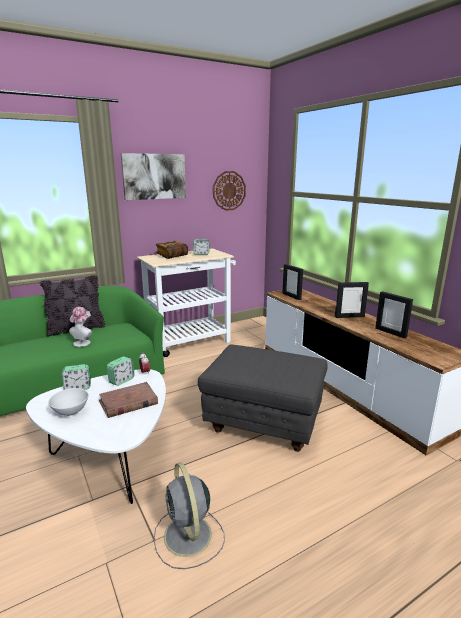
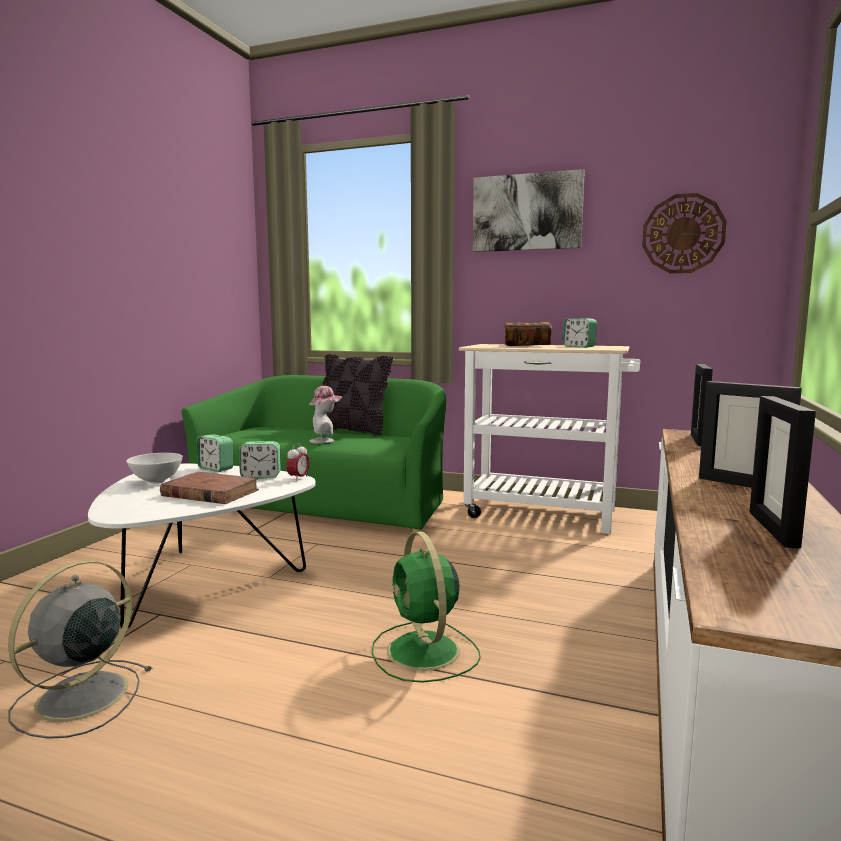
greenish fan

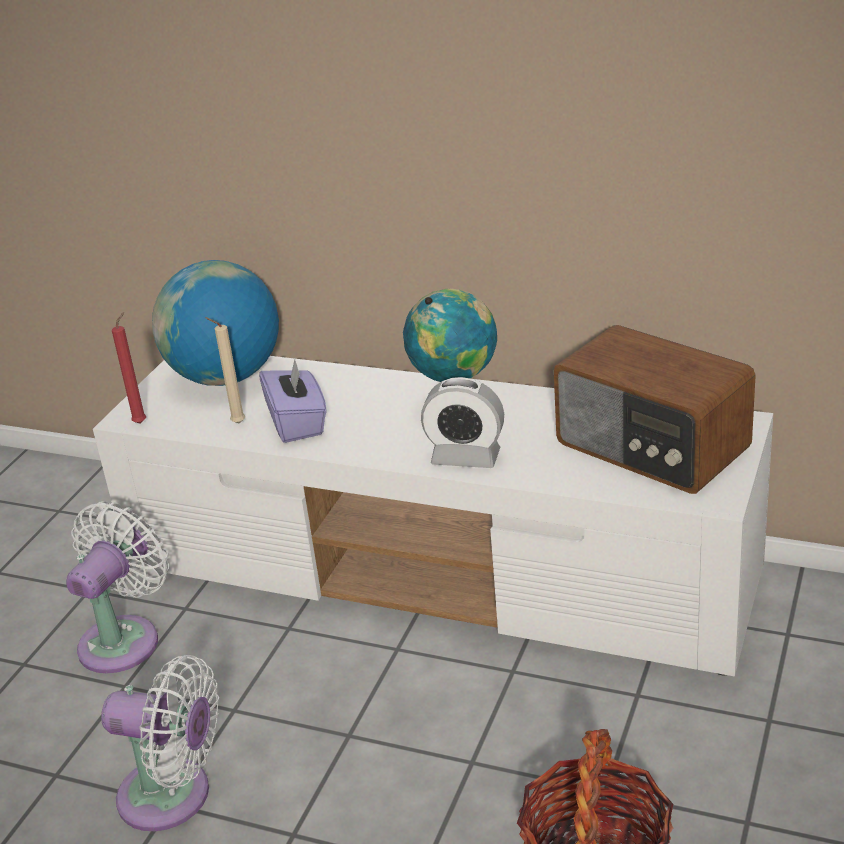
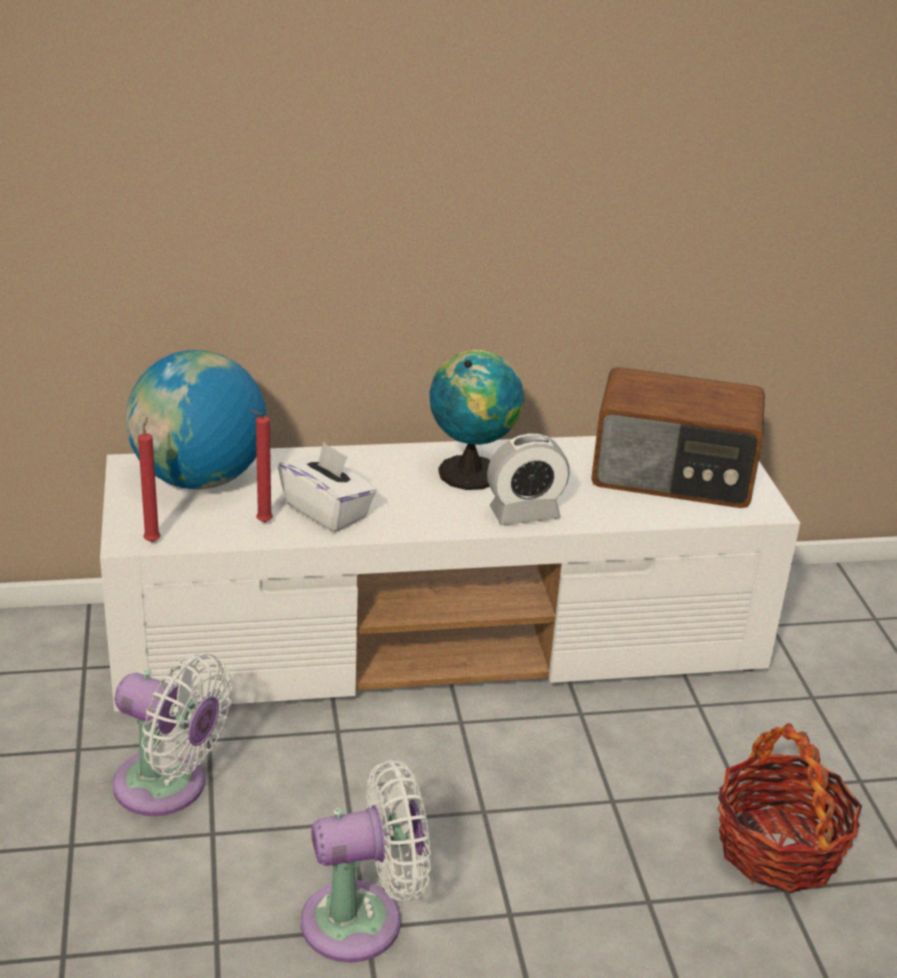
reddish wax candle (2nd from left)
whitish tissue holder
whitish fan (1st from left)

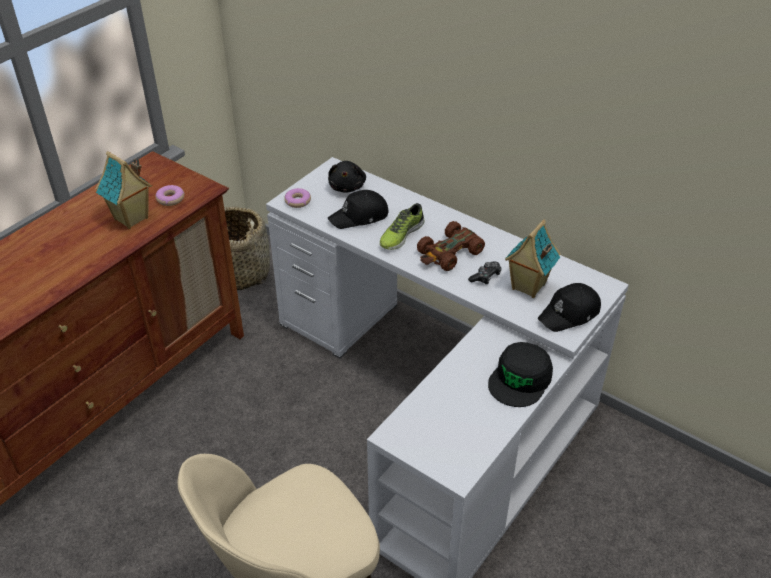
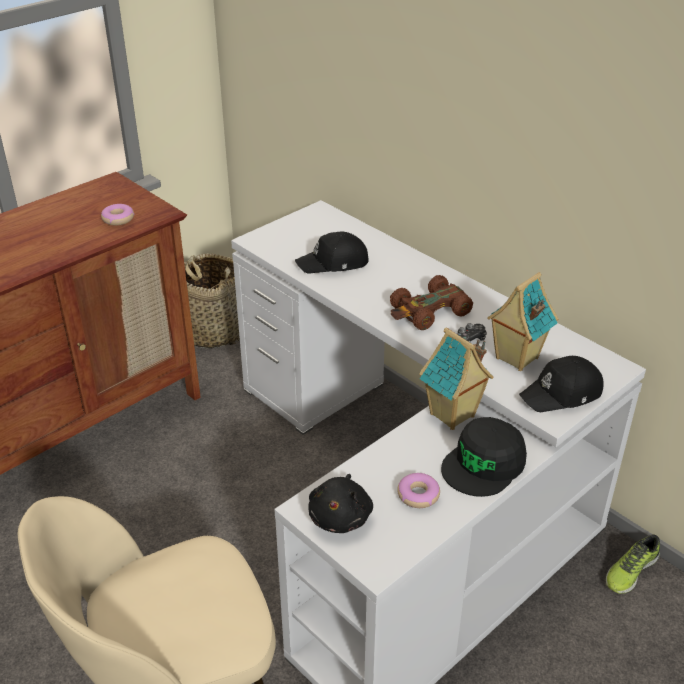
model house (1st from left)
ring doughnut (2nd from left)
blackish soft toy
shoe

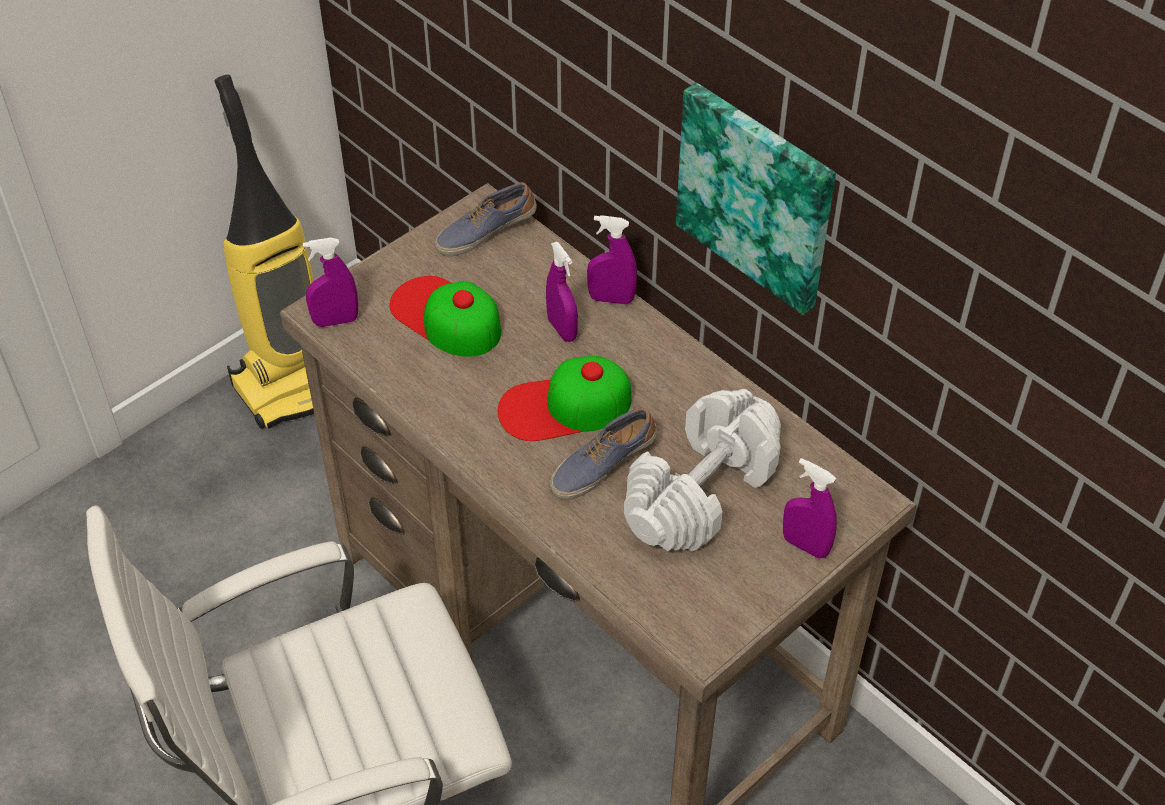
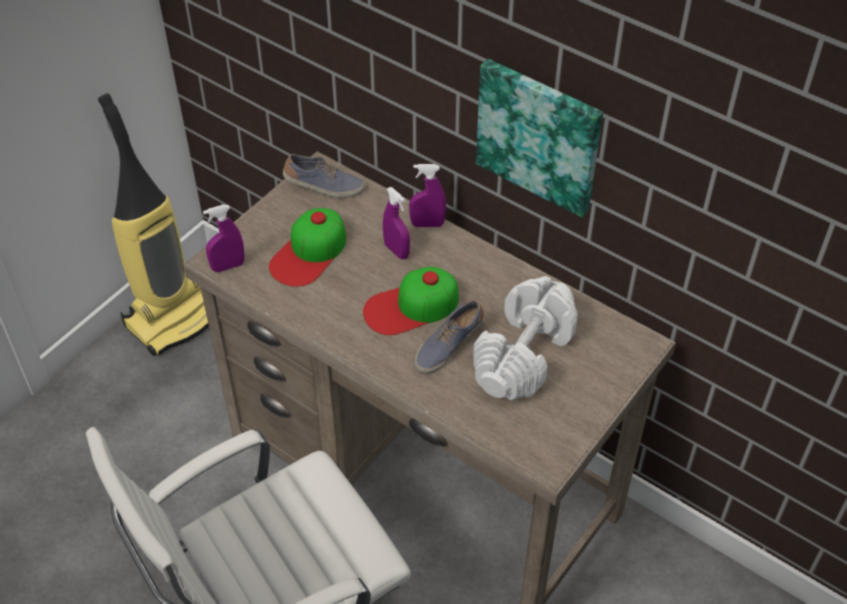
purple spray bottle (4th from left in the first image)
peaked cap (1st from left)
shoe (1st from left)

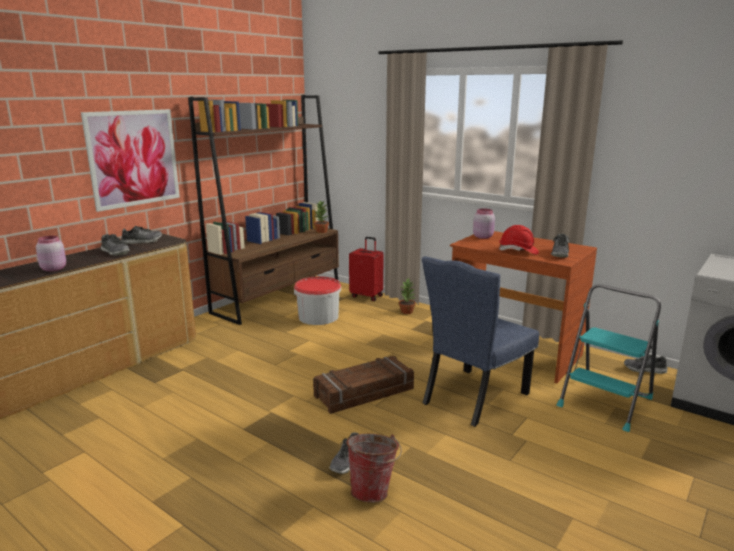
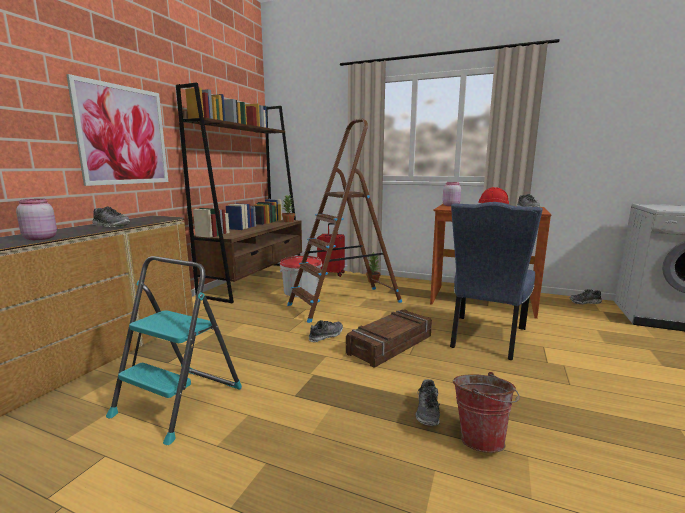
brown-coloured step ladder
shoe (2nd from left)
turquoise-coloured step ladder

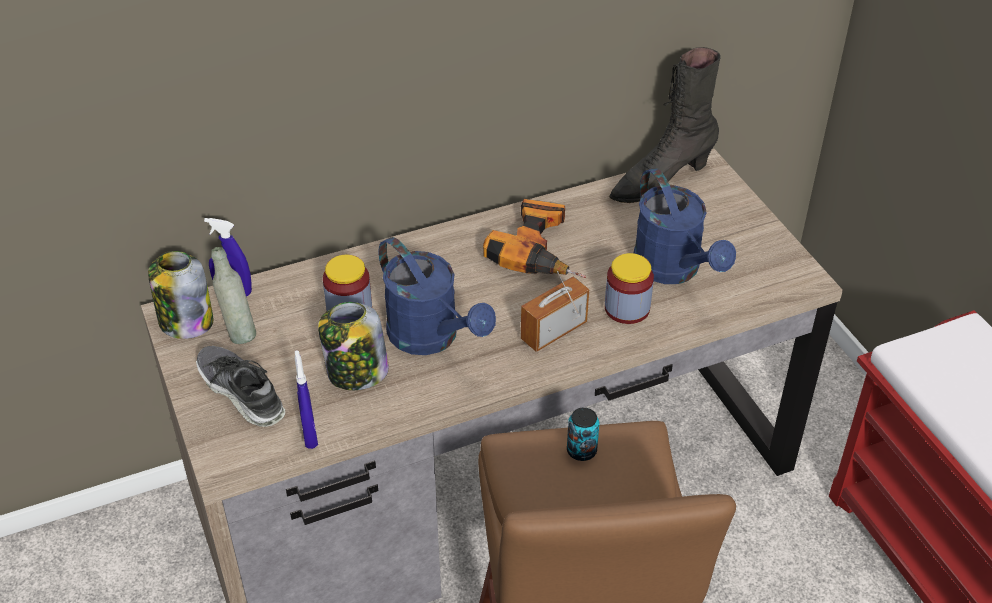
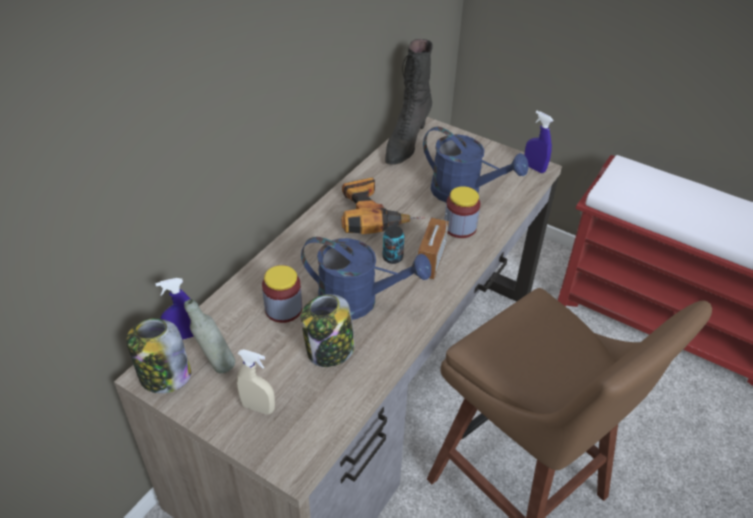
bluish spray bottle (2nd from left)
metal can
beige spray bottle

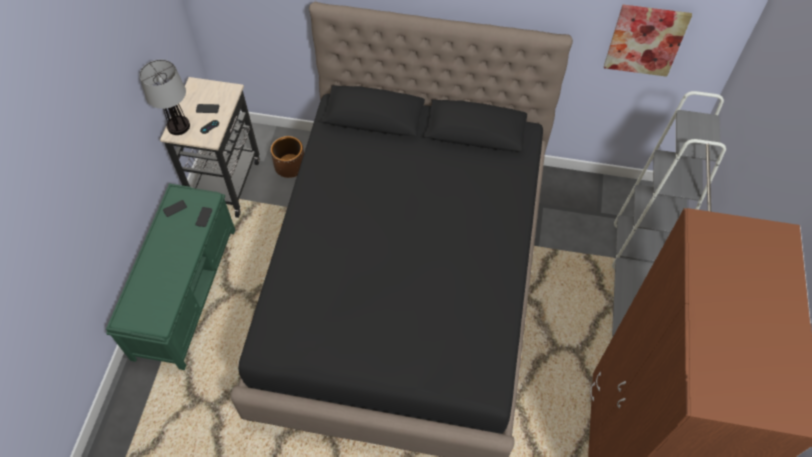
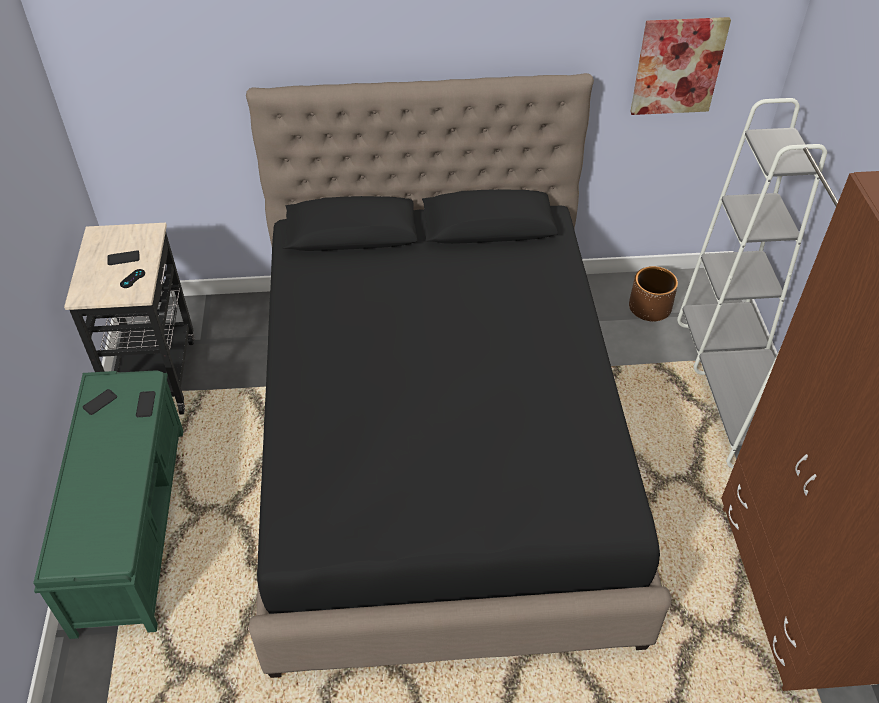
lamp for a table
brown-coloured plant pot

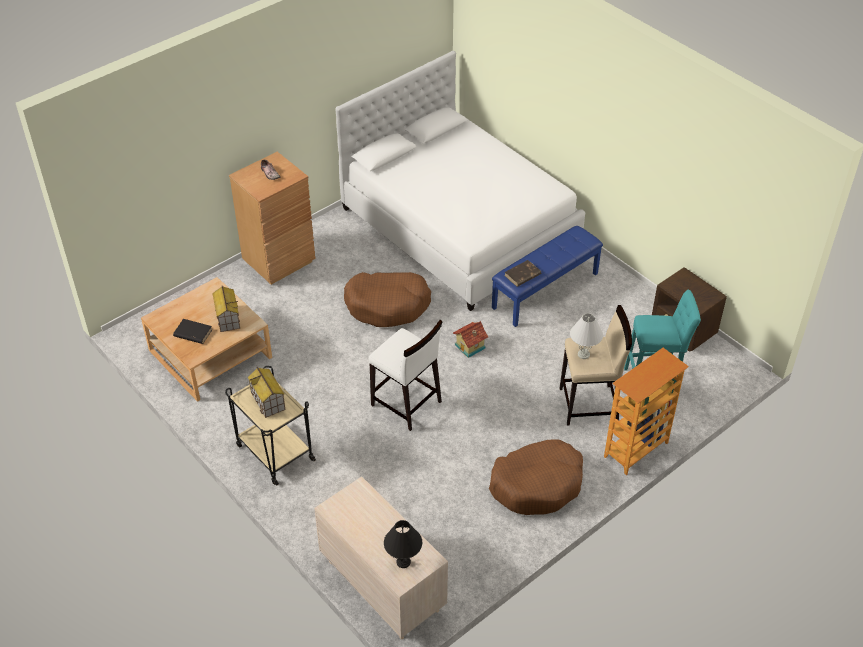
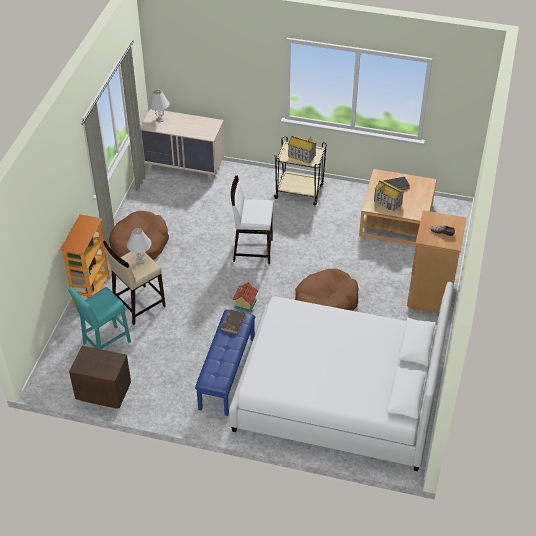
whitish lamp for a table (2nd from left)

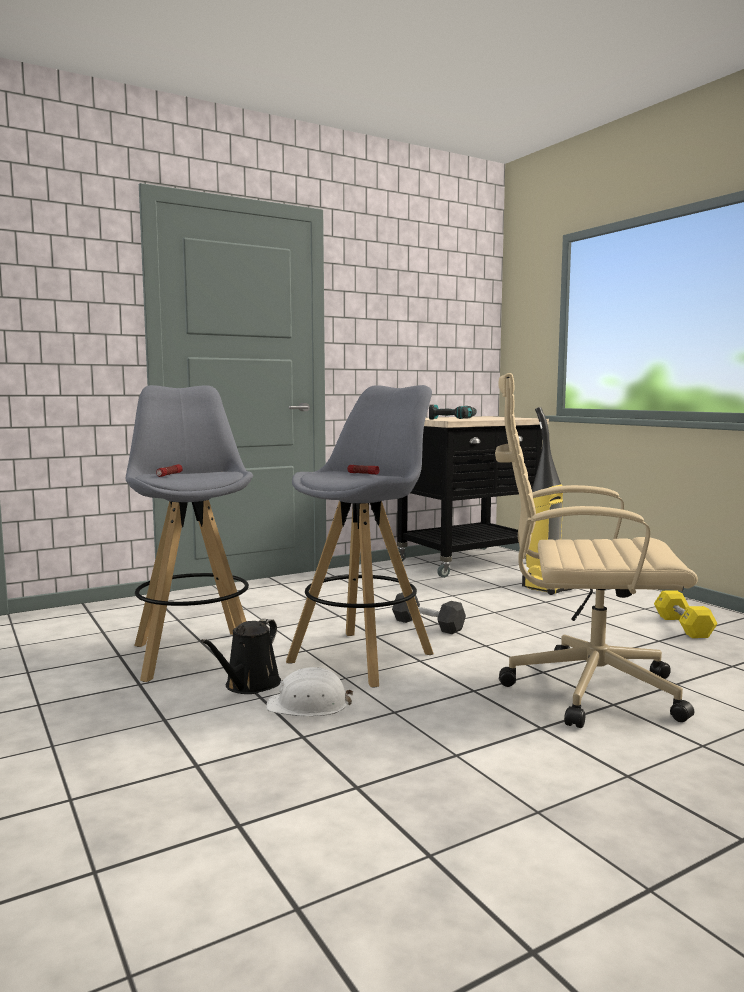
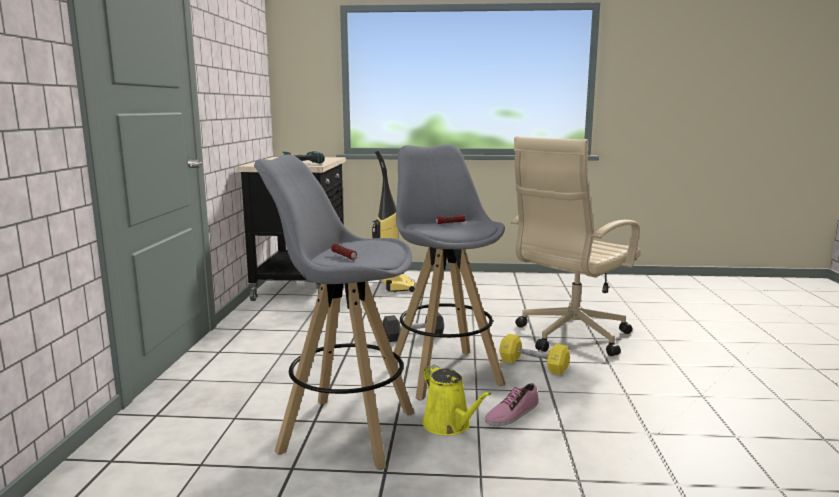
yellow dumbbell
shoe
yellow sprinkling can

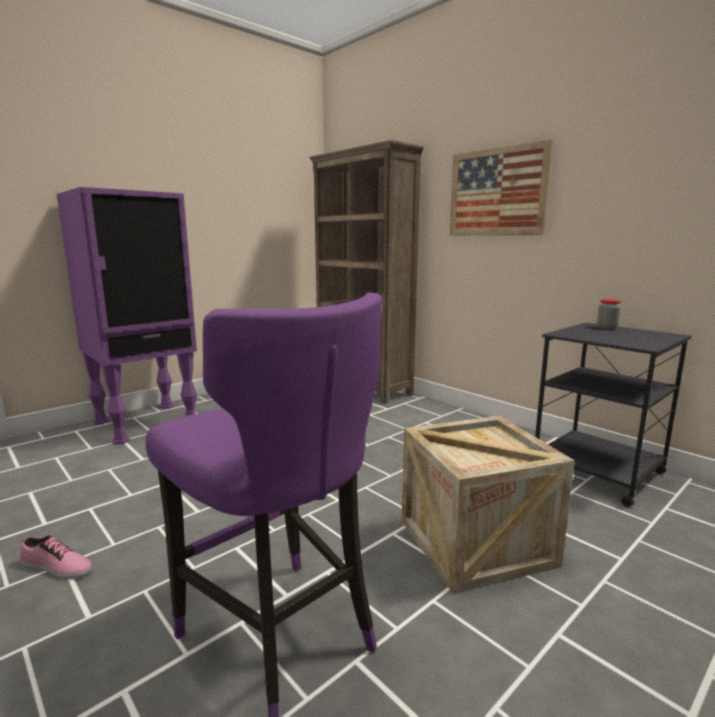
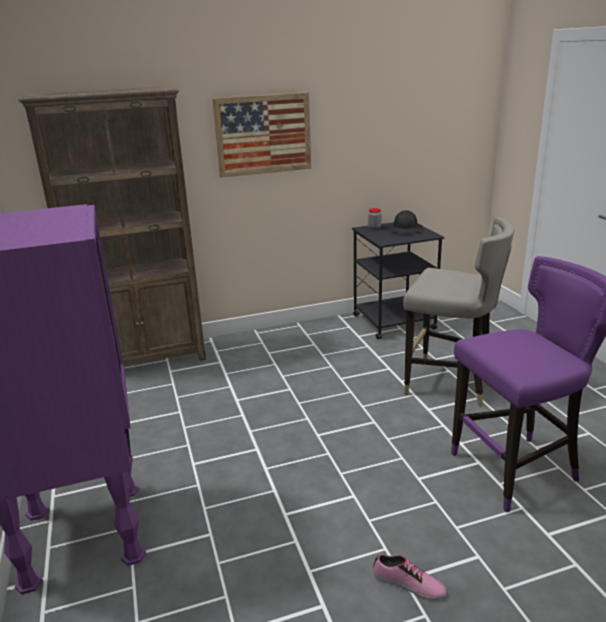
blackish safety helmet
gray stool
shoe

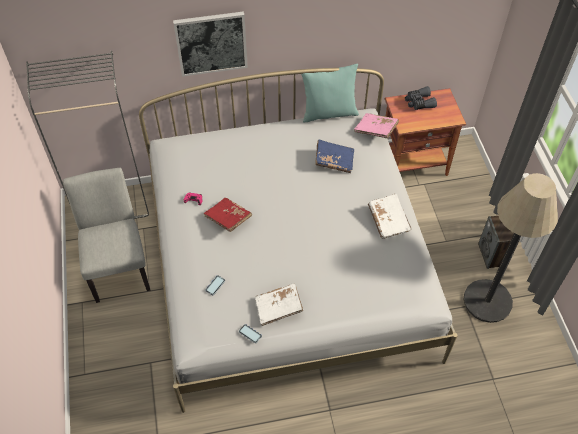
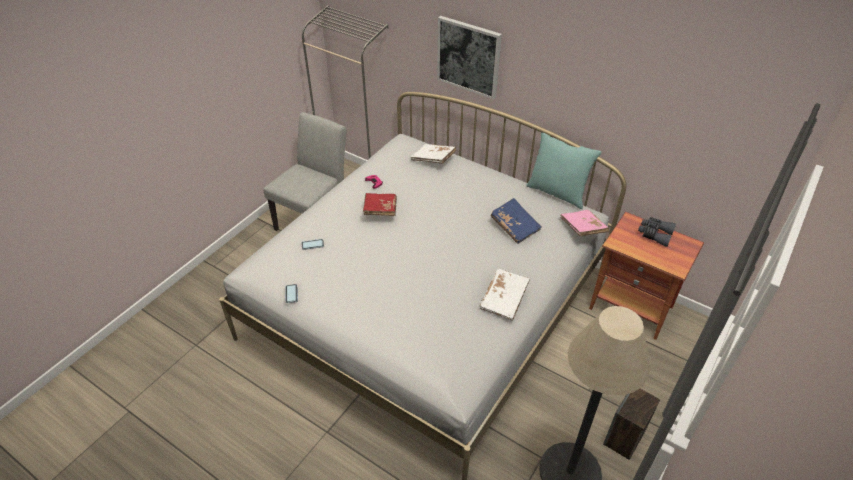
whitish book (1st from left)

